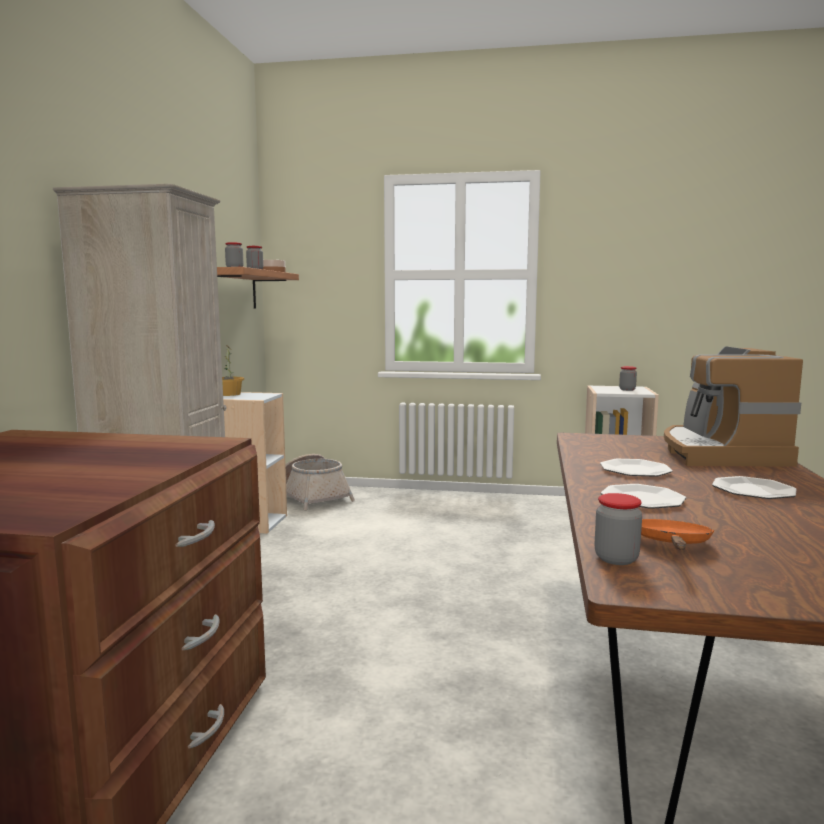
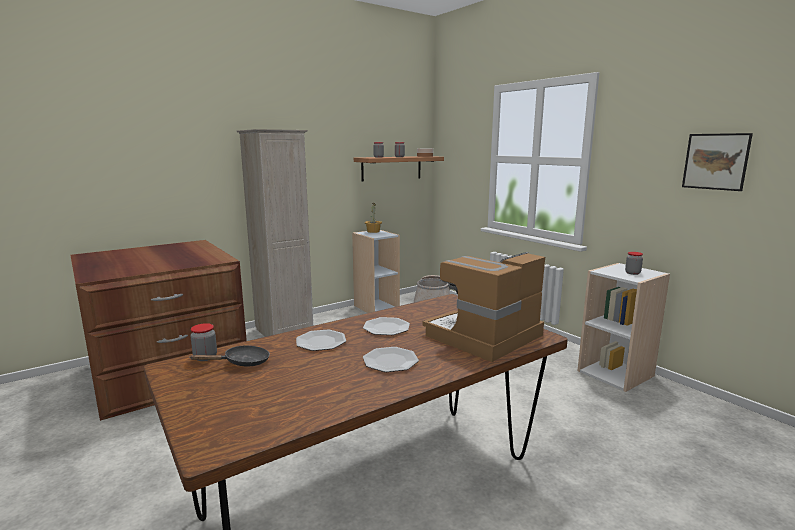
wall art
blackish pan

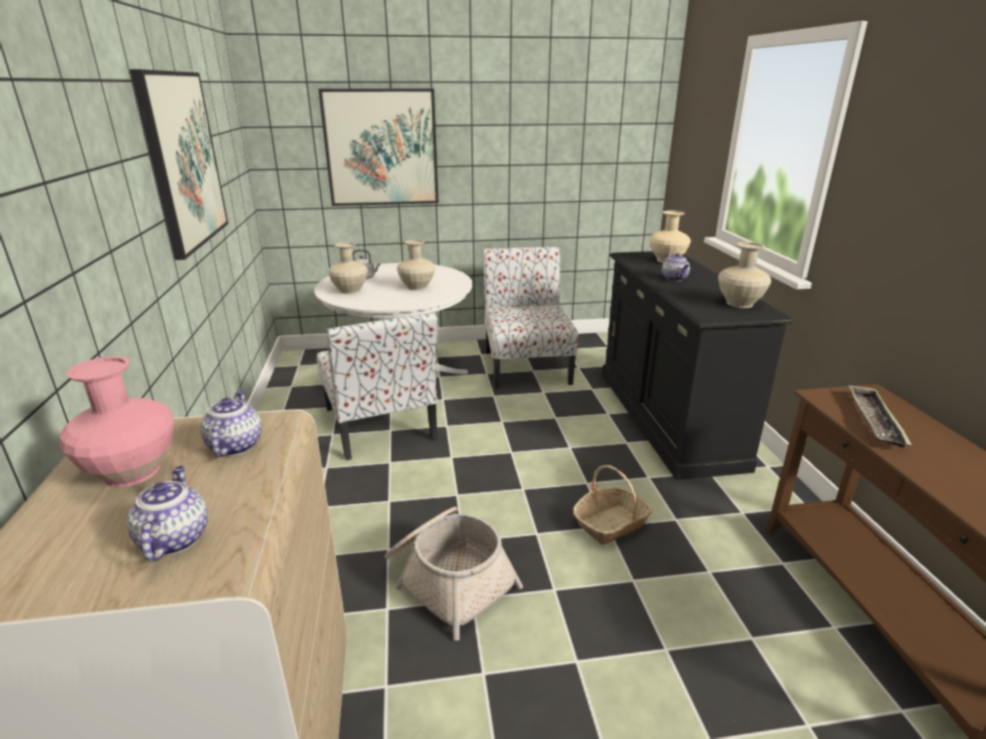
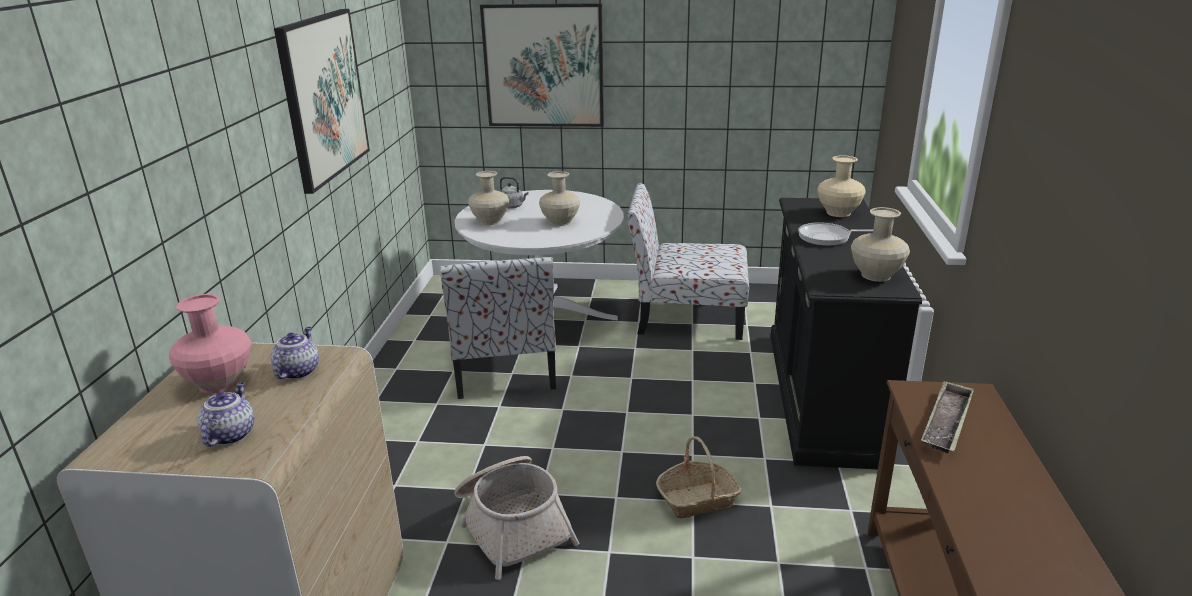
pan
upright chair (2nd from left)

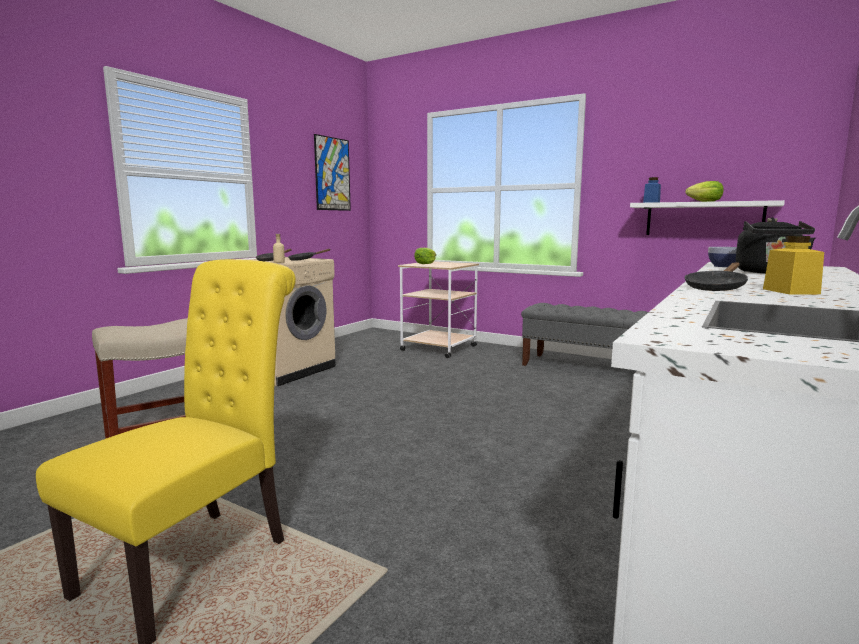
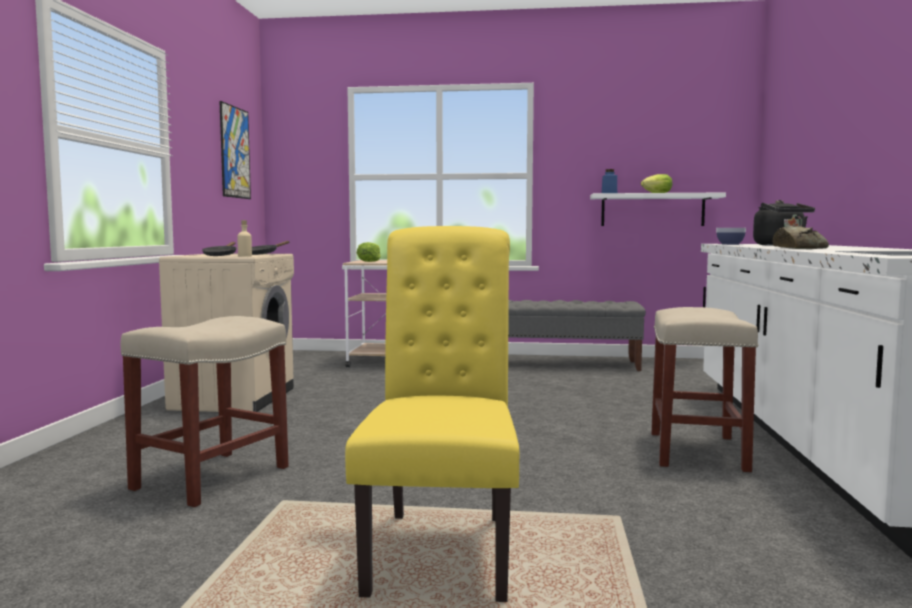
yellow storage jar
beige stool (2nd from left)
baked bread

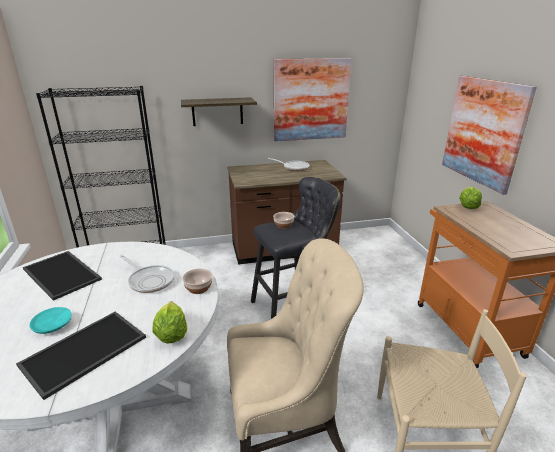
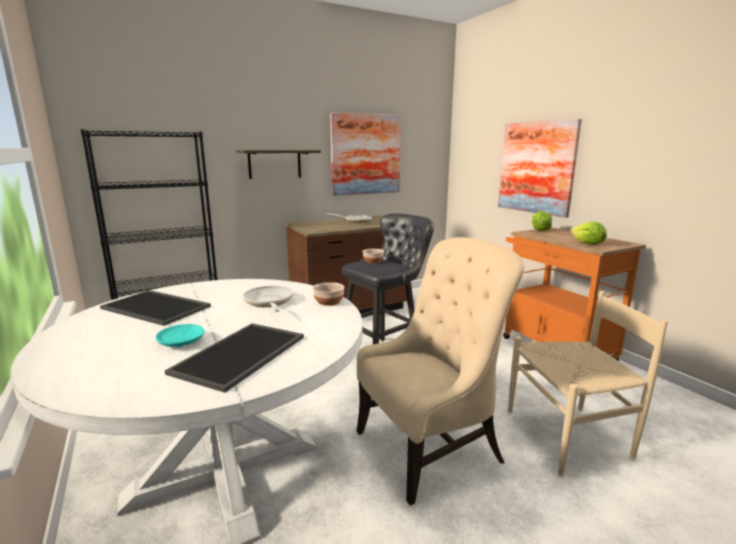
lettuce (2nd from left)
pan (1st from left)

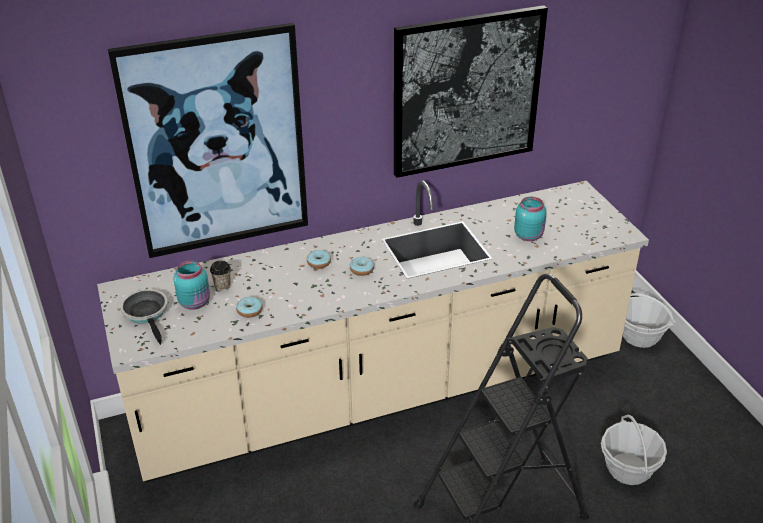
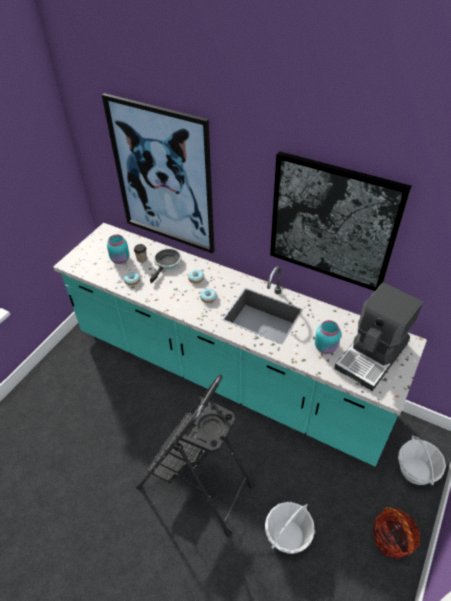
coffee machine
storage basket (2nd from left)
pan
turquoise-coloured counter

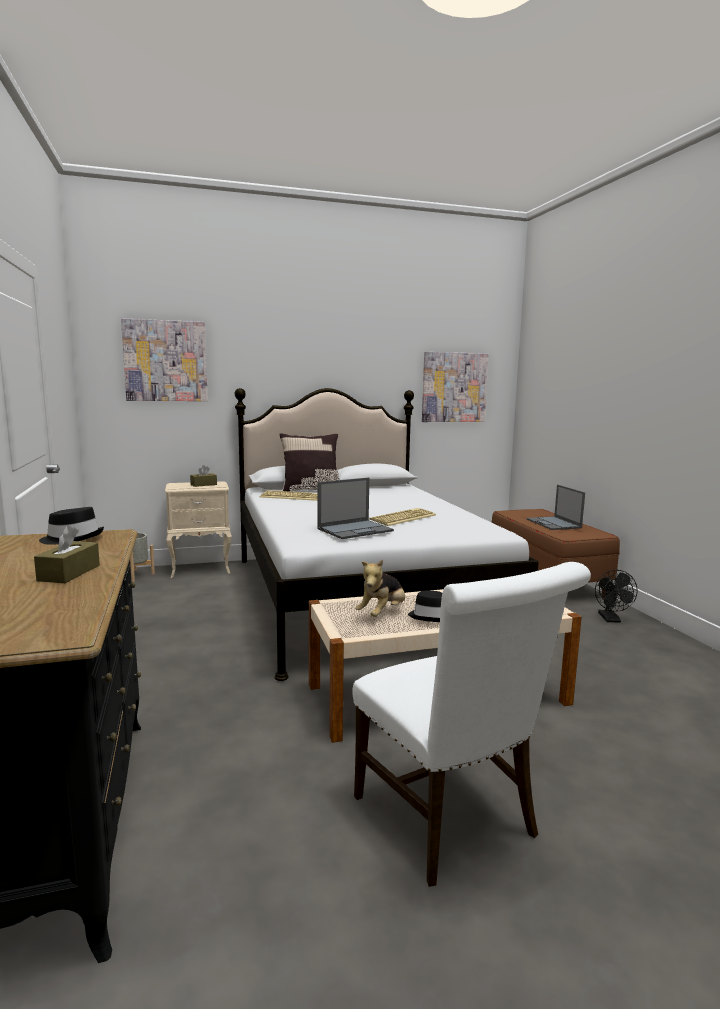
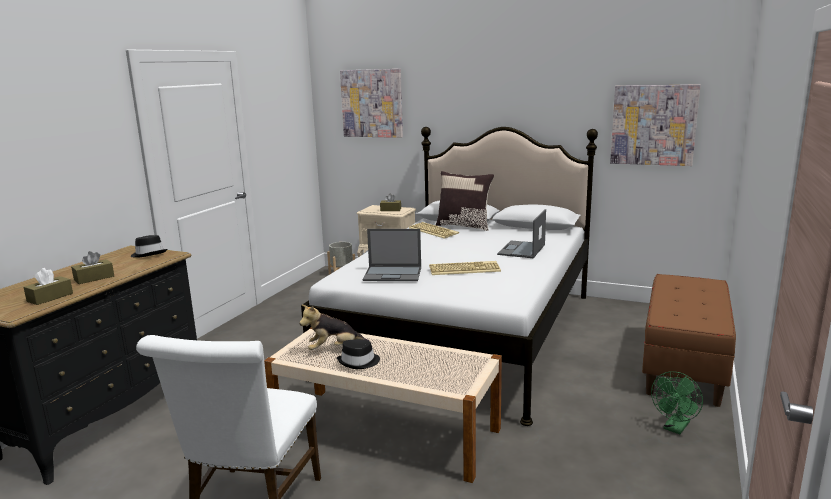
brown-coloured tissue holder (1st from left)
laptop (2nd from left)
greenish fan

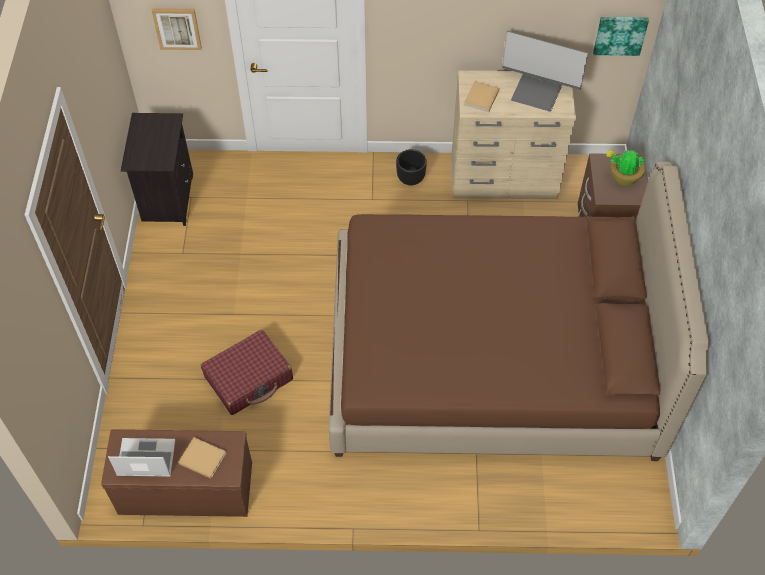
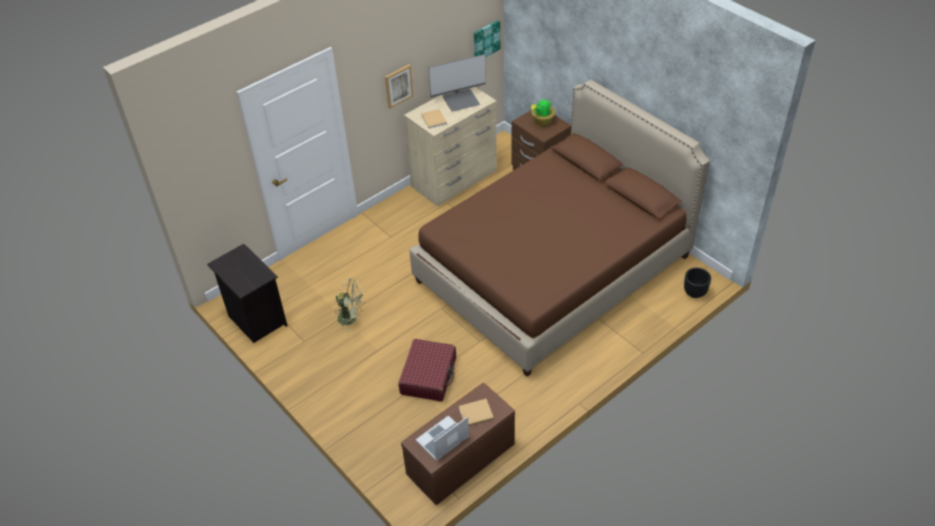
greenish fan
wall art (1st from left)
blackish plant pot

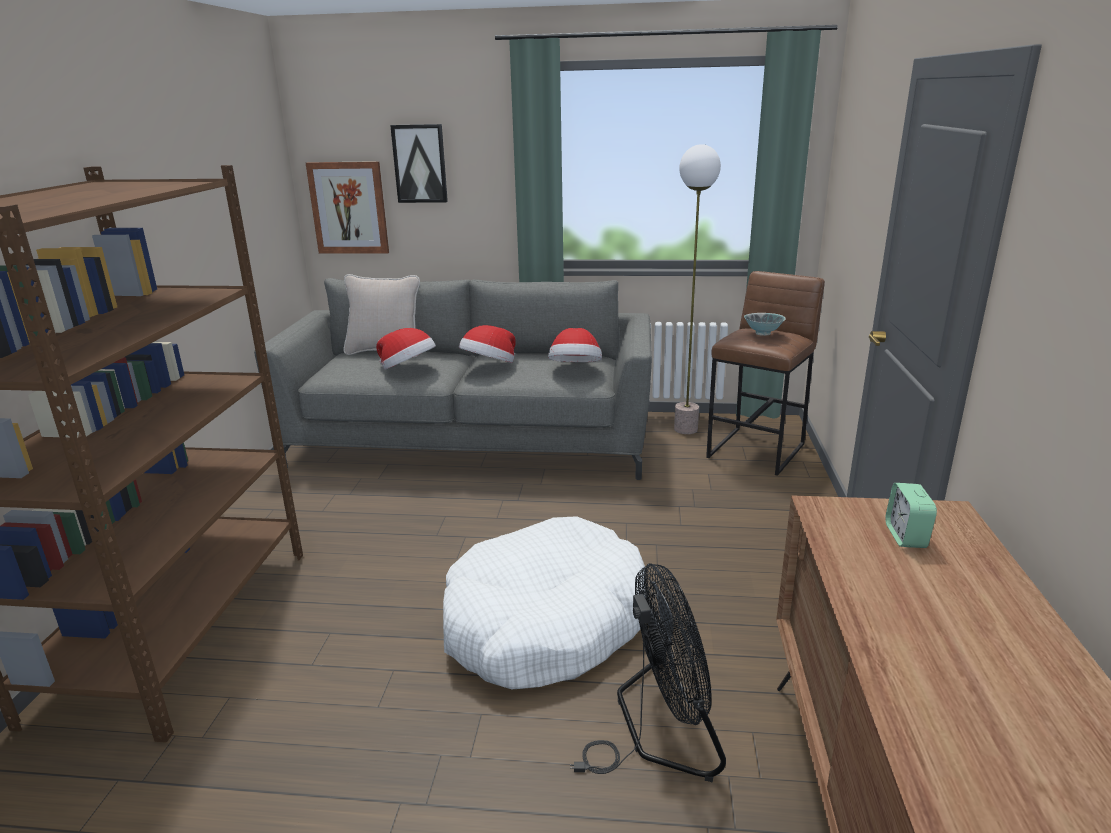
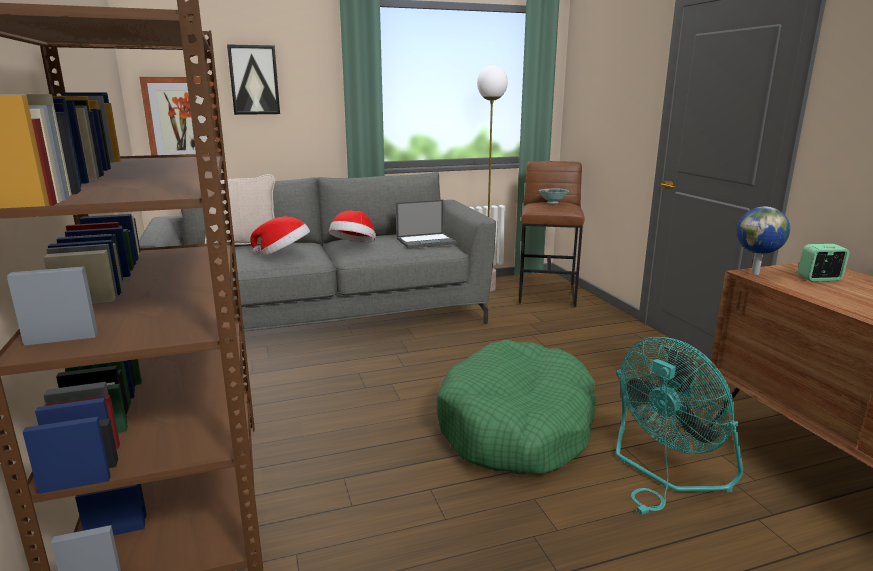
desk globe
laptop
greenish dog cushion
turquoise-coloured fan
alarm clock

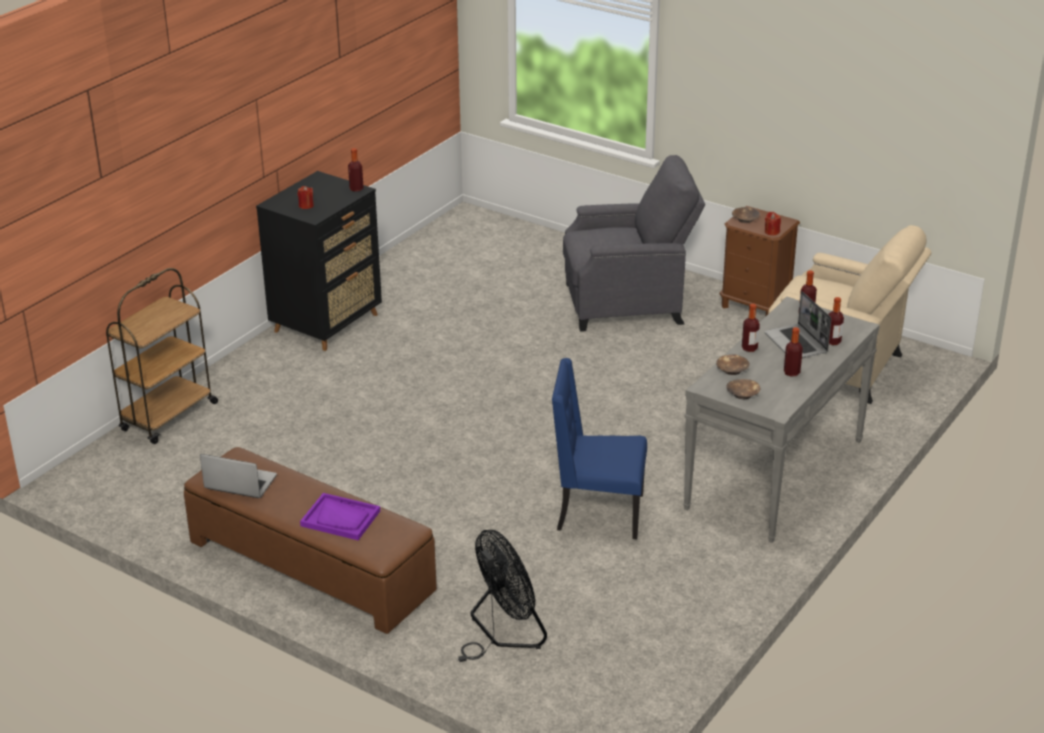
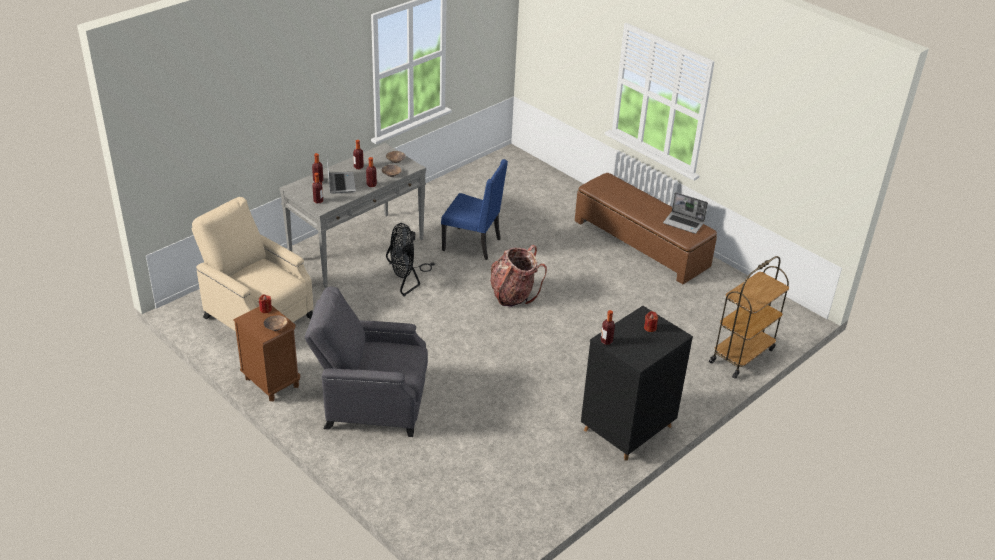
purple tray
rucksack
blackish fan

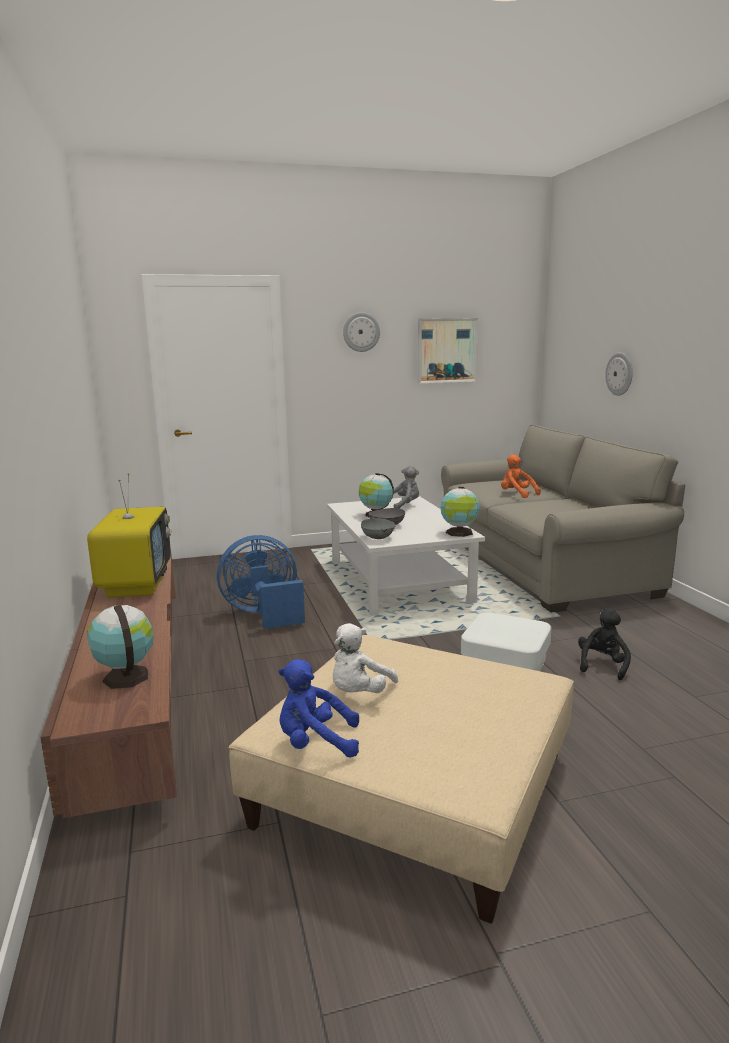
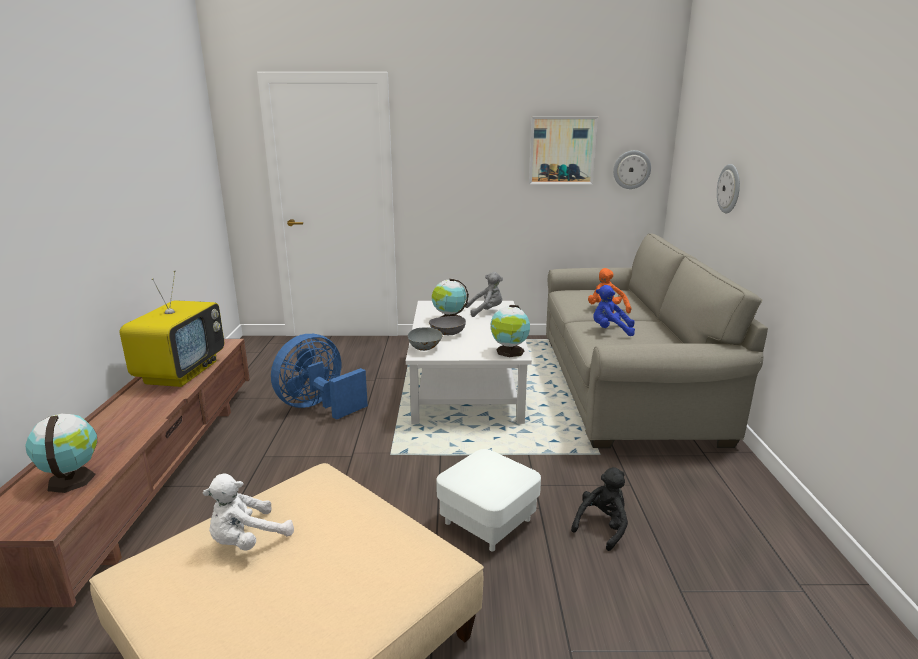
bluish soft toy
wall clock (1st from left)
bluish fan

